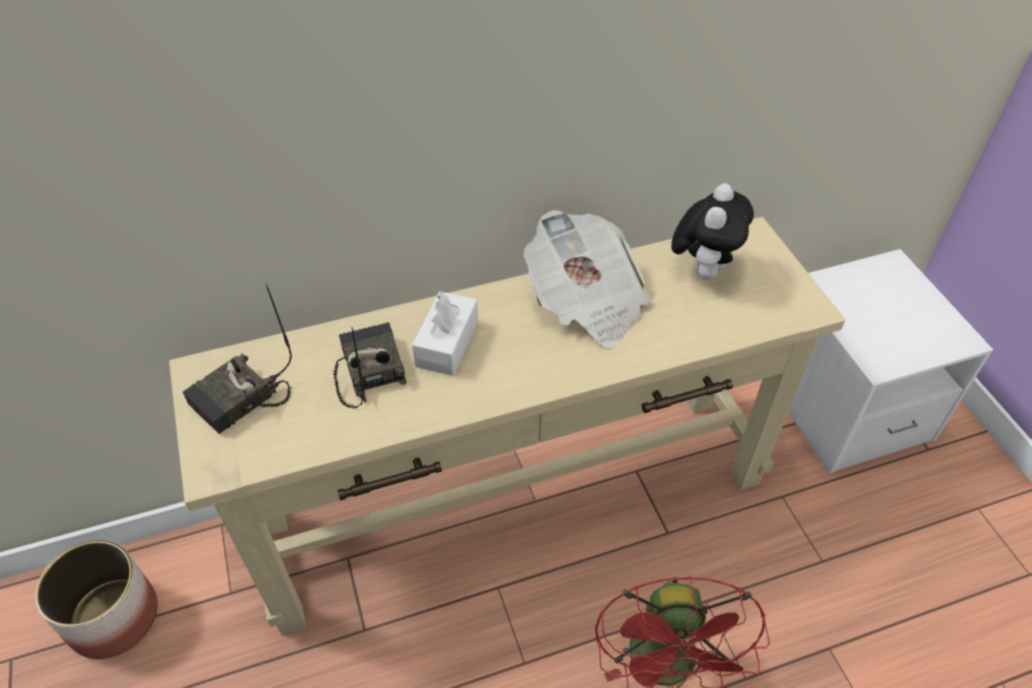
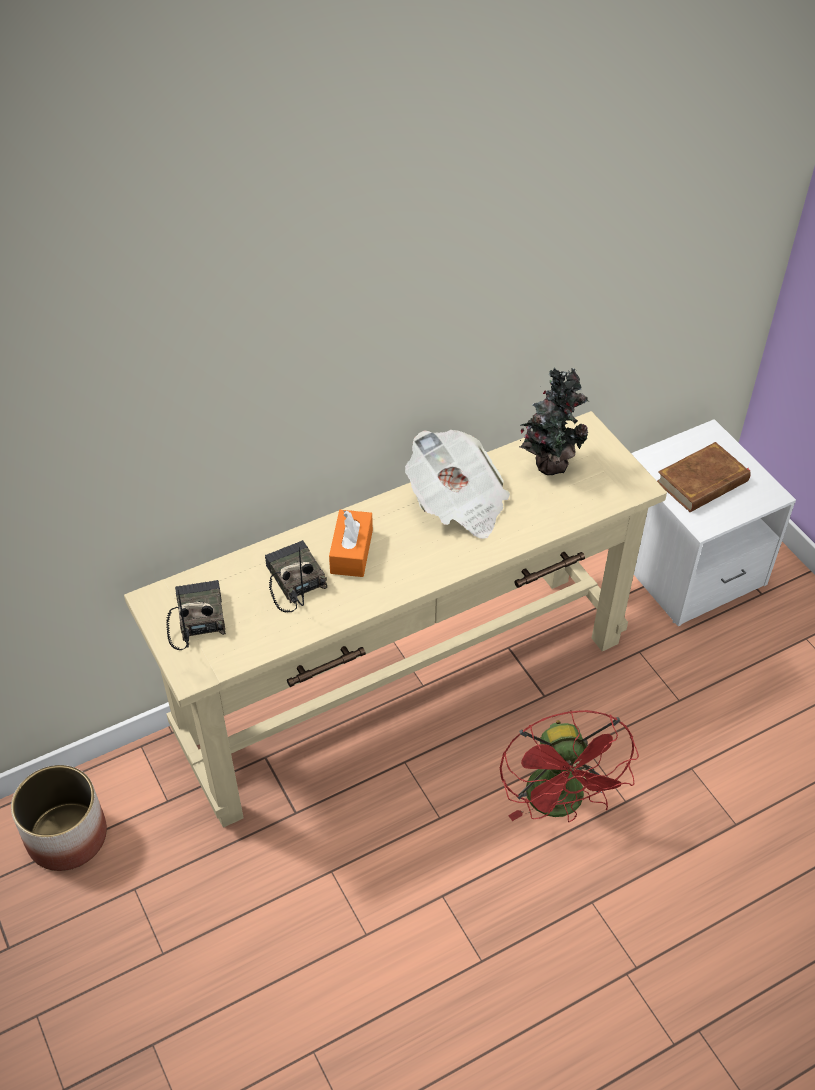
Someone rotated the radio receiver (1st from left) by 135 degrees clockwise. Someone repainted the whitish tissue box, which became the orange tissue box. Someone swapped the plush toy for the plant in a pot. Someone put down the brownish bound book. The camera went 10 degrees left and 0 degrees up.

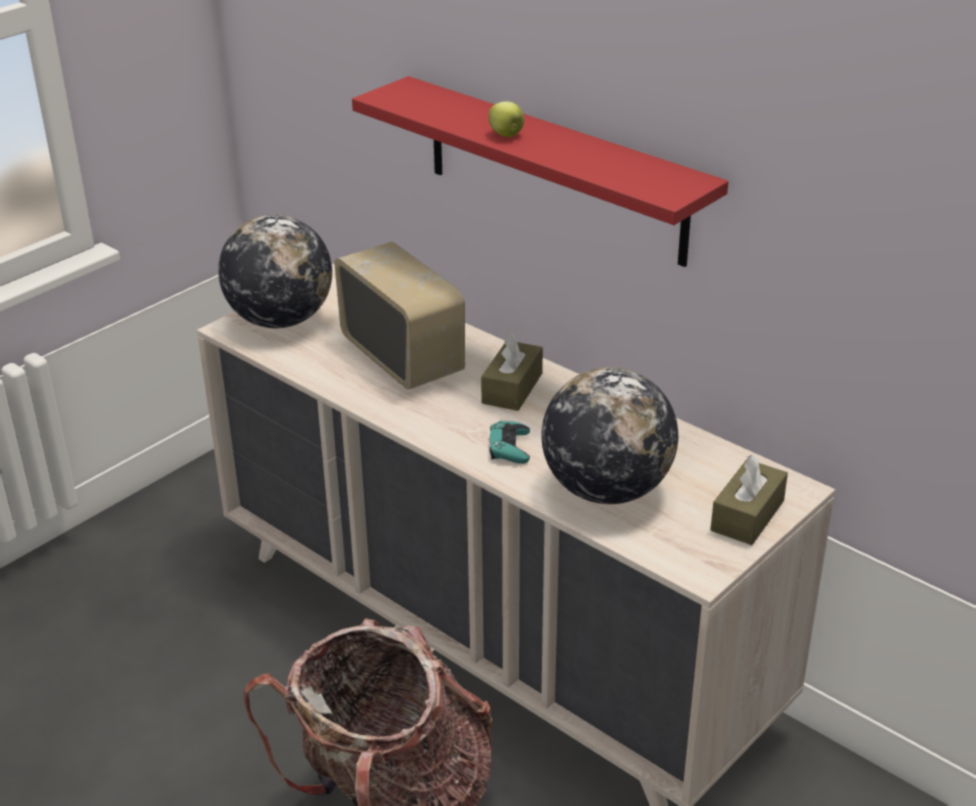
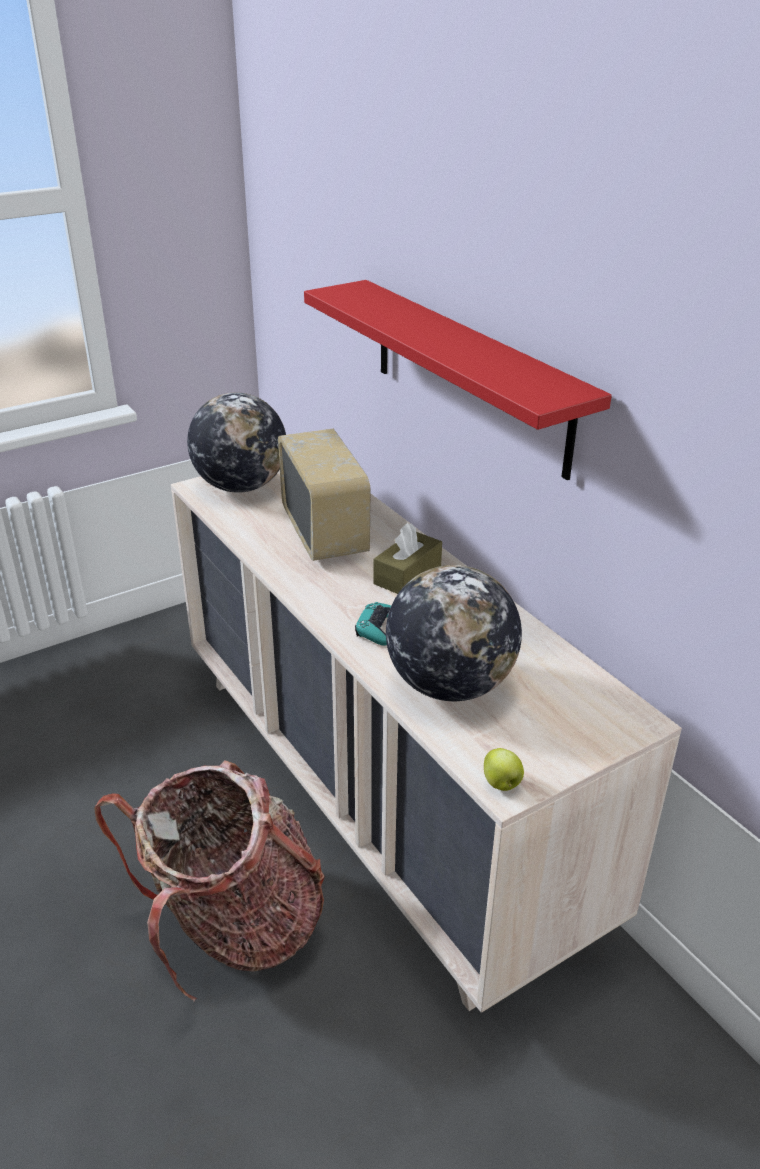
Someone carried the whole apple. Someone took away the brownish tissue box (2nd from left). The camera went 15 degrees right and 0 degrees up.

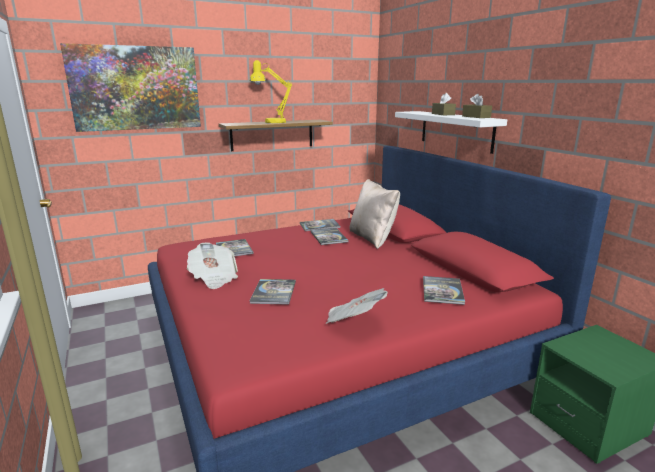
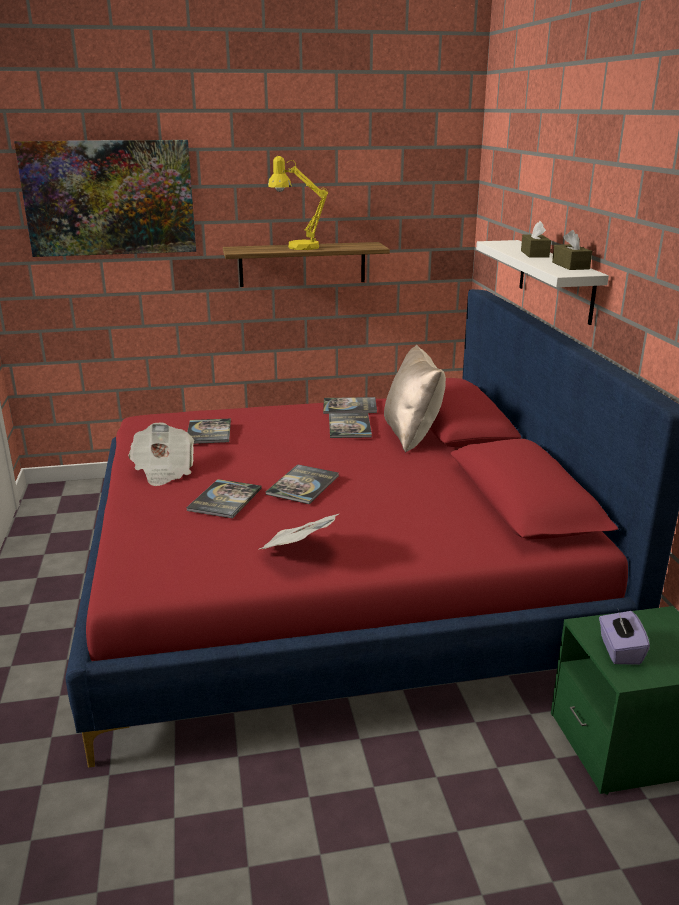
Someone carried the bound book (5th from left in the first image). Someone put down the purple-coloured tissue box. The camera went 15 degrees right and 5 degrees up.

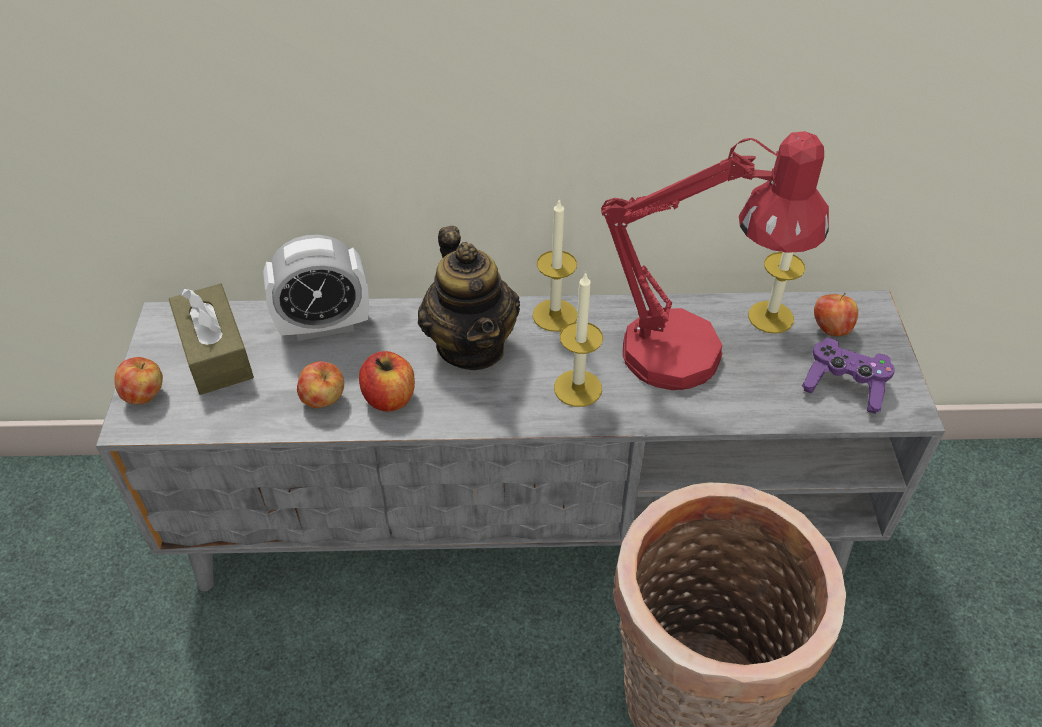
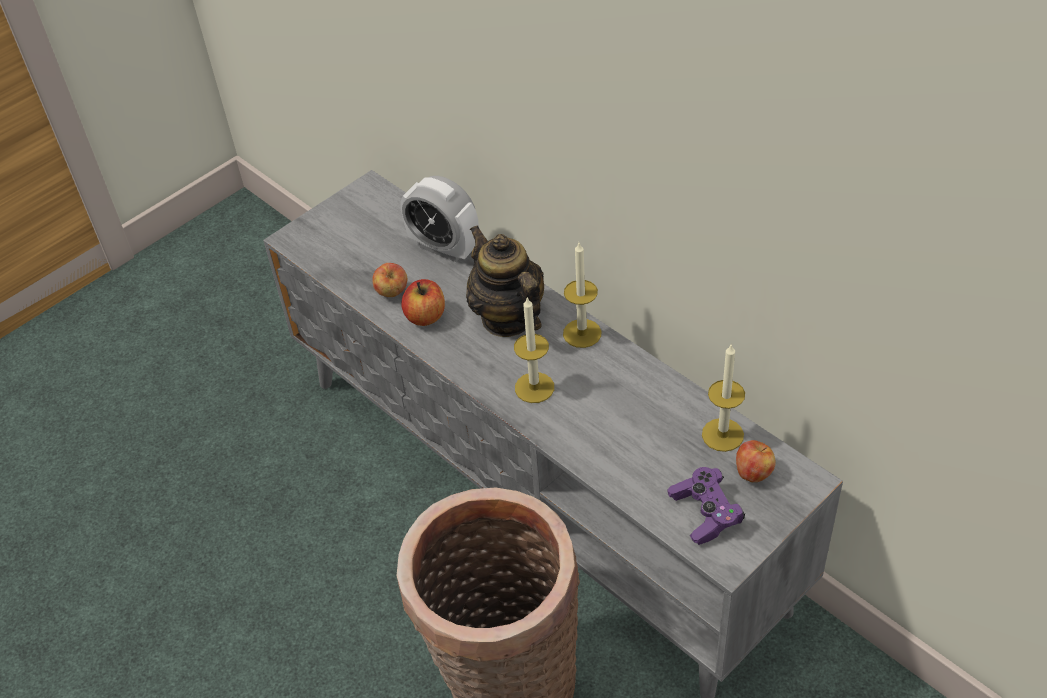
Someone rotated the teapot by 120 degrees clockwise. Someone took away the whole apple (1st from left). Someone took away the brownish tissue box. Someone took away the red-coloured table lamp. The camera went 50 degrees right and 0 degrees up.

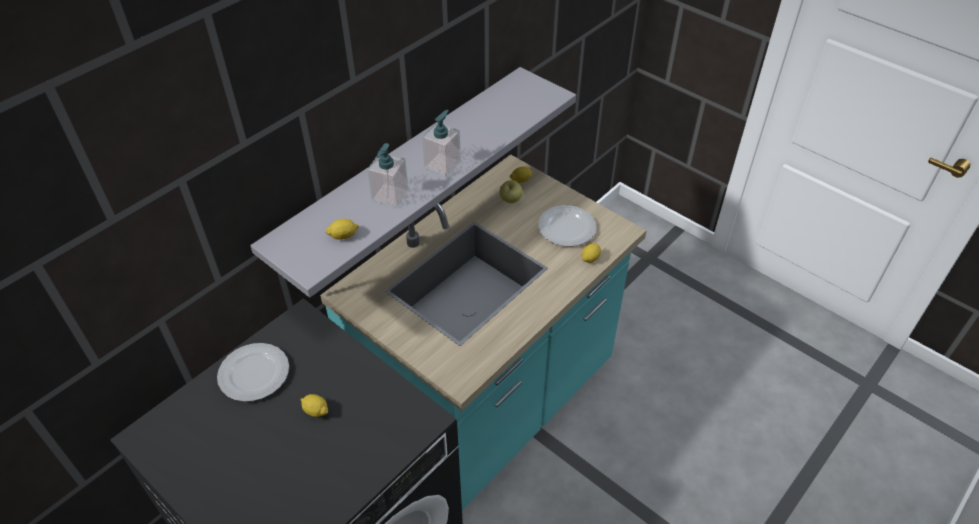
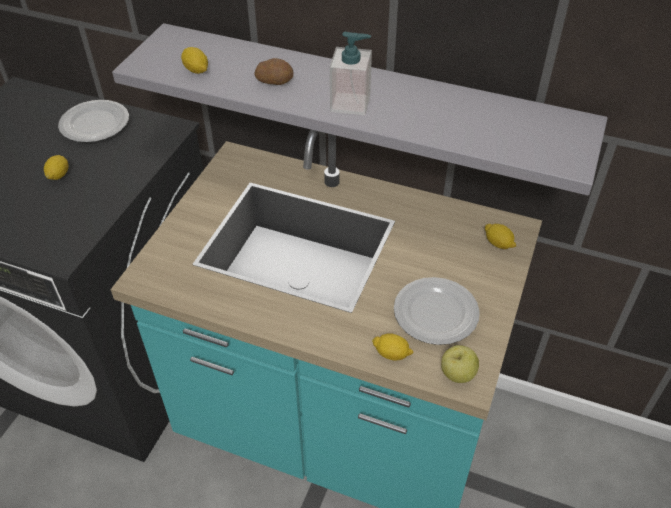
Someone swapped the soap dispenser (1st from left) for the spud. Someone carried the whole apple. The camera went 70 degrees right and 0 degrees up.

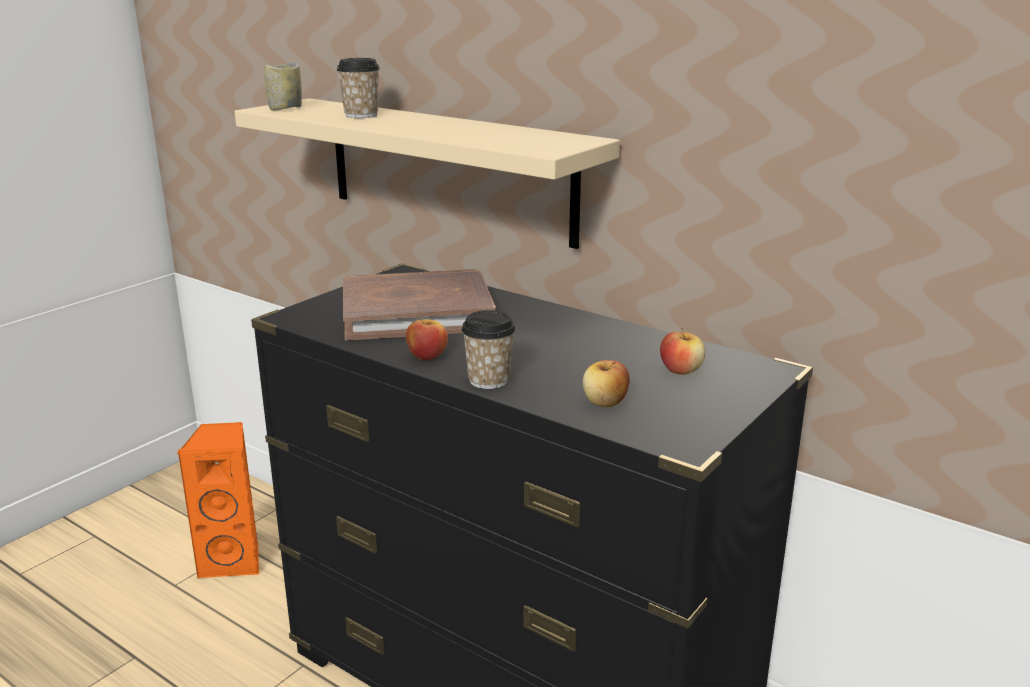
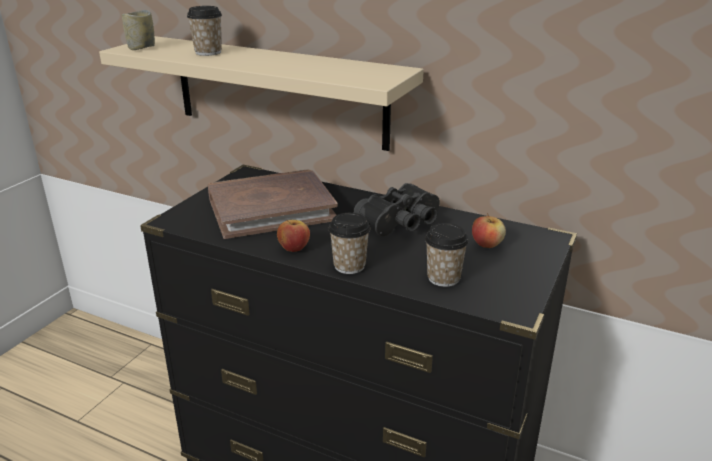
Someone put down the black pair of binoculars. Someone swapped the whole apple (2nd from left) for the small cup (4th from left). Someone took away the orange loudspeaker. The camera went 10 degrees left and 5 degrees up.

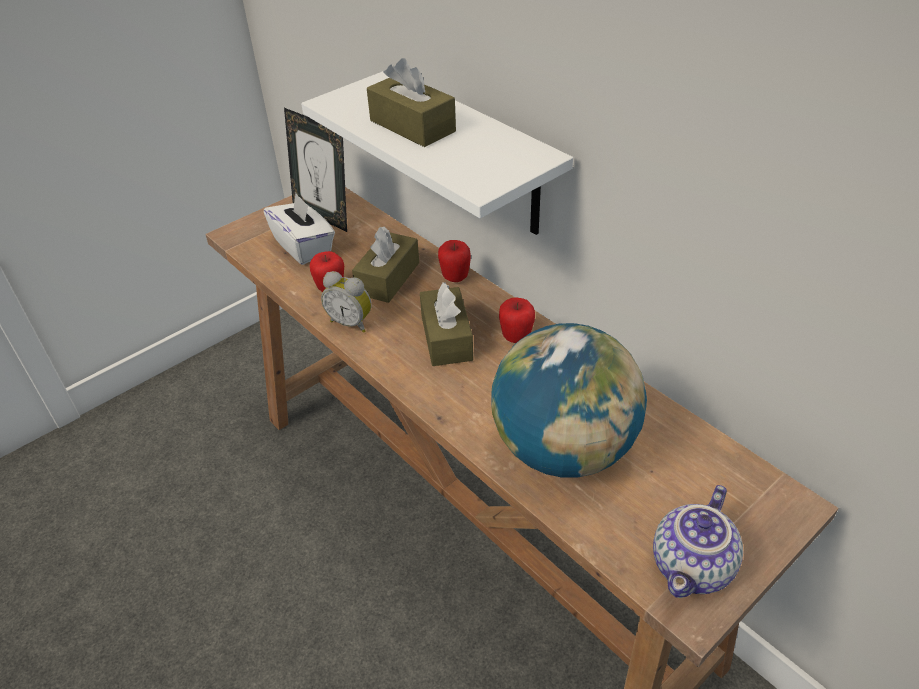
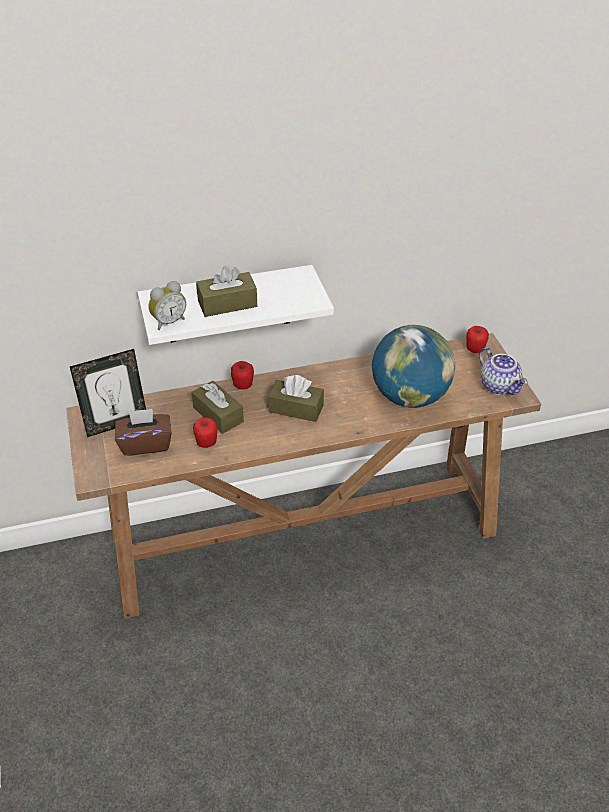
Someone repainted the whitish tissue box, which became the brownish tissue box (1st from left). Someone carried the alarm clock. Someone carried the whole apple (3rd from left). The camera went 65 degrees left and 0 degrees up.

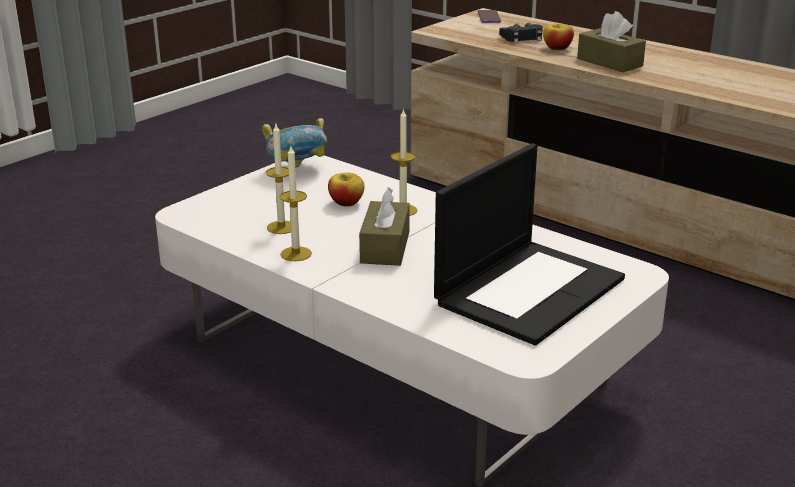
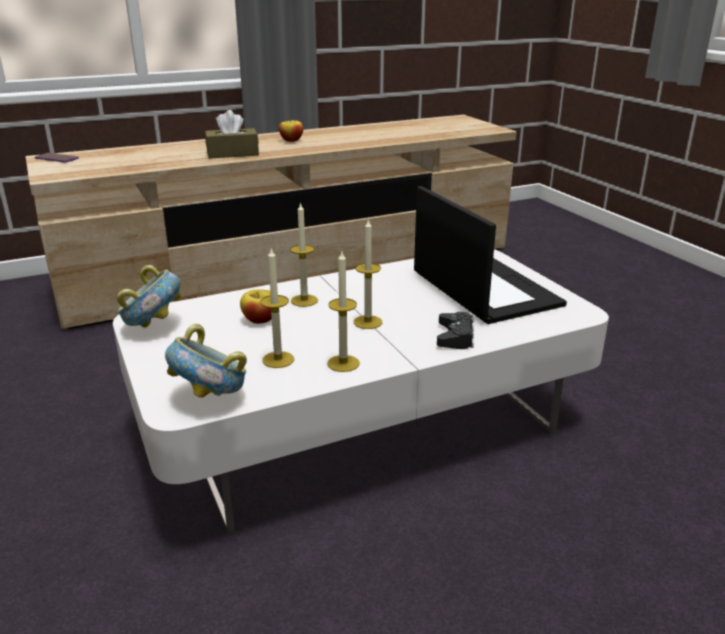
Someone put down the bowl (2nd from left). Someone carried the whole apple (2nd from left). Someone swapped the brownish tissue box (1st from left) for the wax candle (4th from left). Someone carried the black game controller. The camera went 65 degrees left and 0 degrees up.

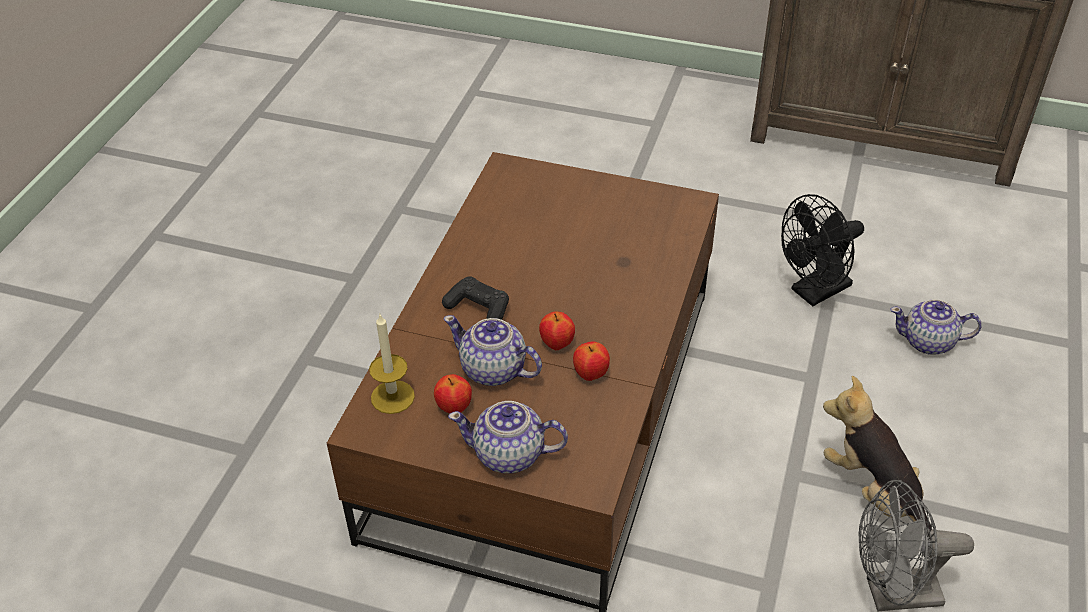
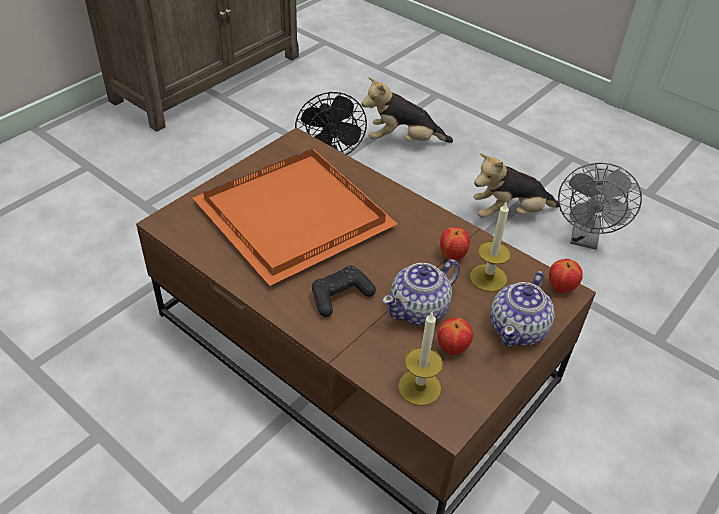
Someone put down the orange serving tray. Someone swapped the teapot (3rd from left) for the plush toy (1st from left). Someone put down the wax candle (2nd from left). Someone carried the whole apple (2nd from left in the first image). The camera went 70 degrees left and 0 degrees up.

